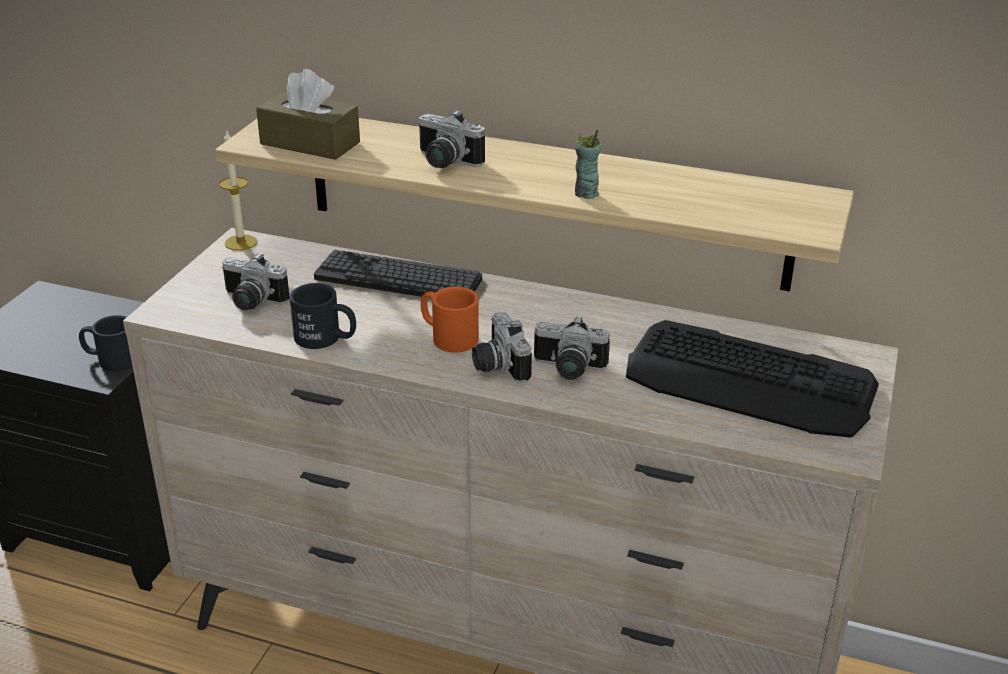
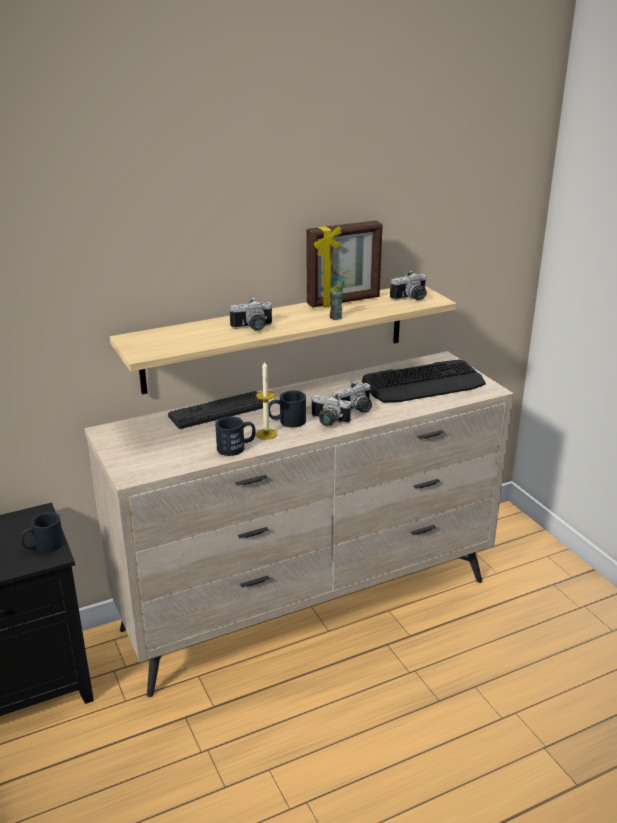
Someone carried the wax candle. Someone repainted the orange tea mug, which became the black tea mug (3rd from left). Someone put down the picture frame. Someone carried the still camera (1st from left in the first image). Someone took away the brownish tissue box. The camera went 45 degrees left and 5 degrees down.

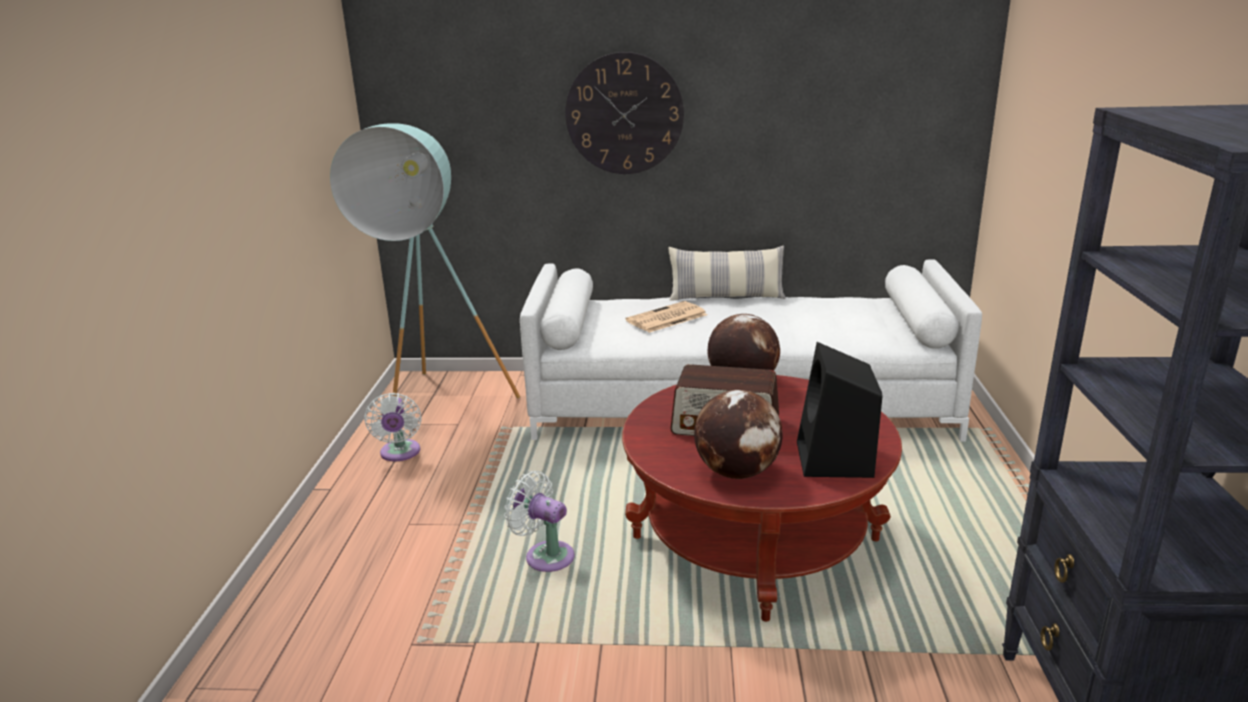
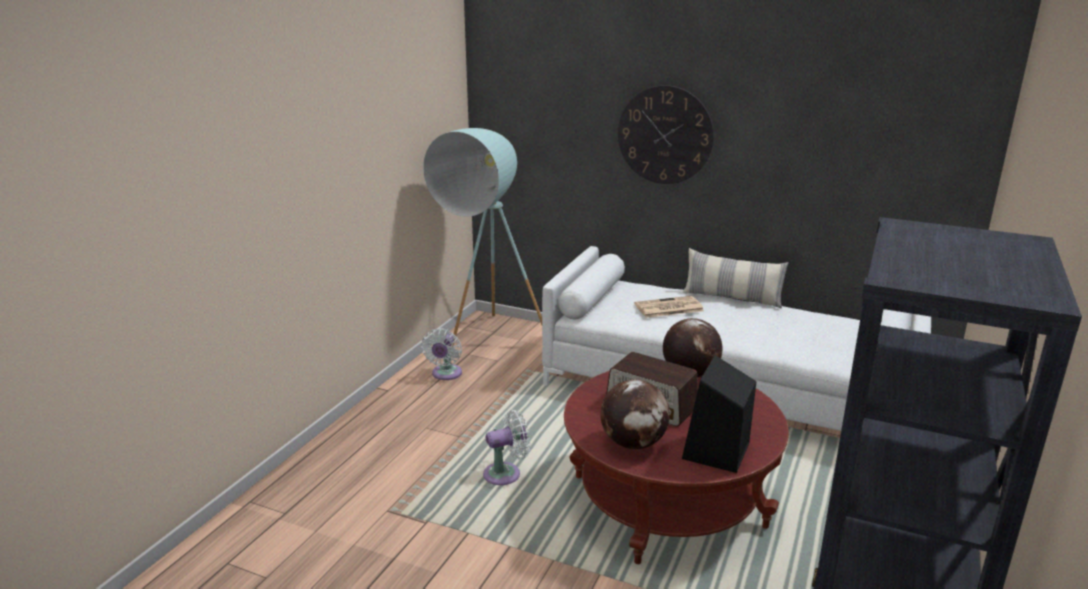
Someone rotated the whitish fan (2nd from left) by 105 degrees clockwise. The camera went 20 degrees right and 0 degrees up.

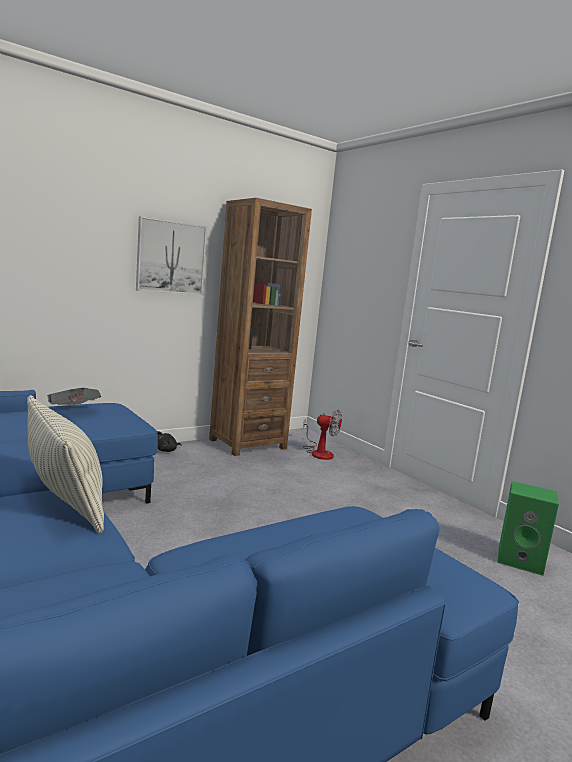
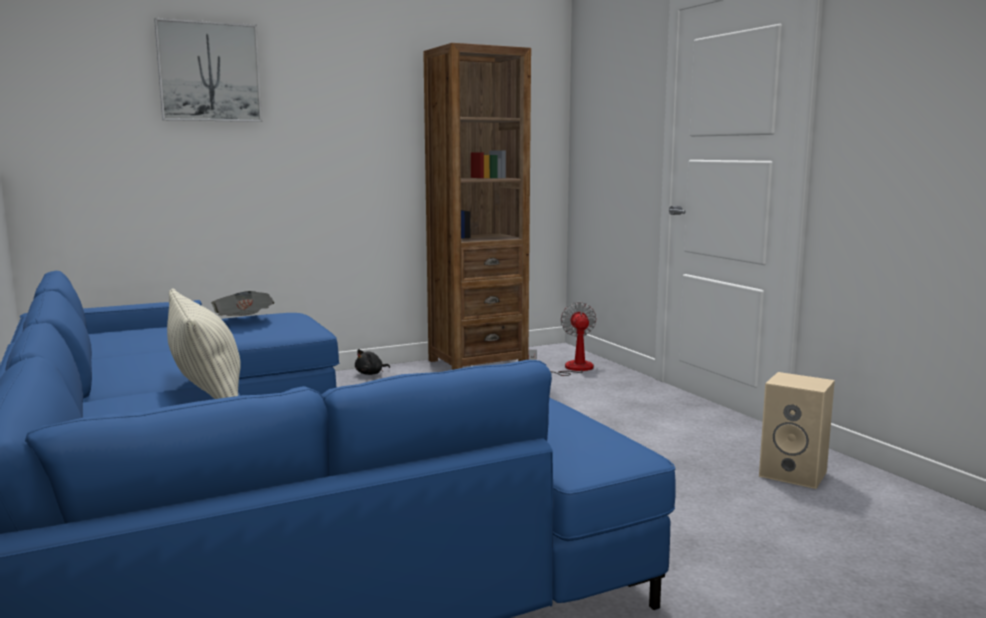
Someone carried the picture. Someone rotated the fan by 120 degrees counterclockwise. Someone repainted the green loudspeaker, which became the beige loudspeaker. The camera went 10 degrees right and 0 degrees up.

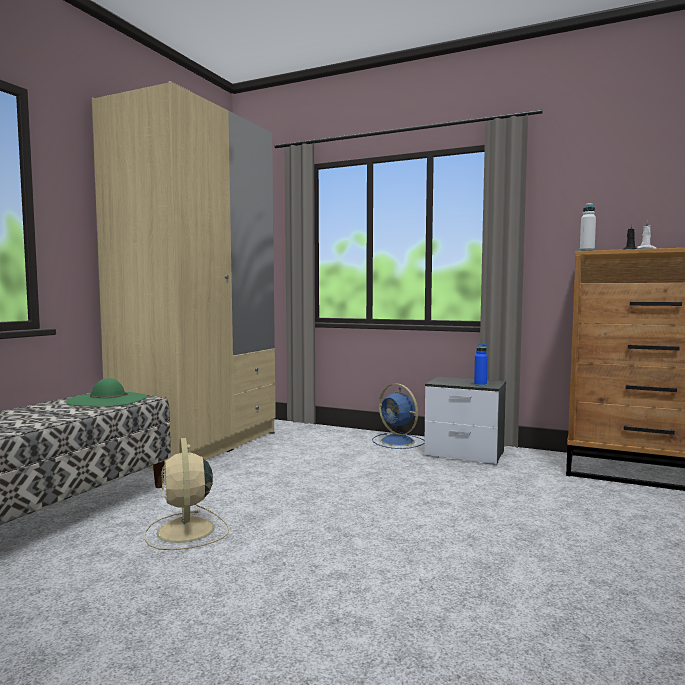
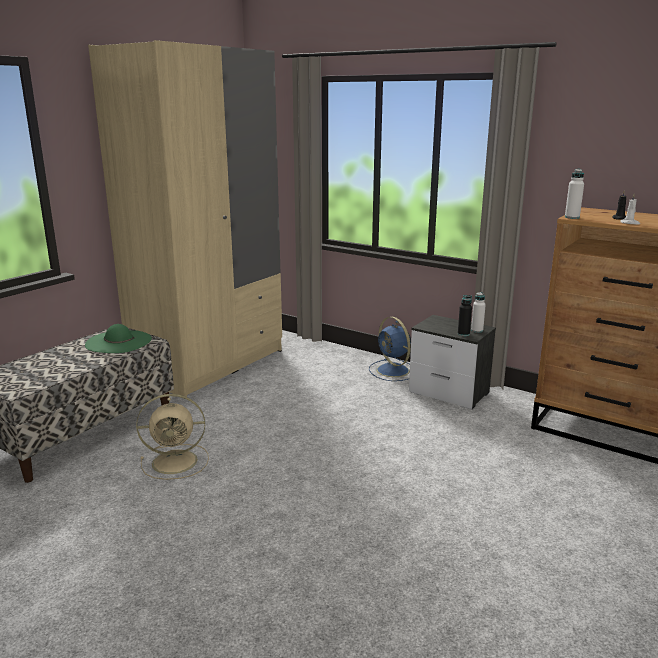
Someone rotated the beige fan by 90 degrees counterclockwise. Someone repainted the blue-coloured bottle, which became the black bottle. Someone put down the whitish bottle (1st from left). The camera went 10 degrees right and 15 degrees up.

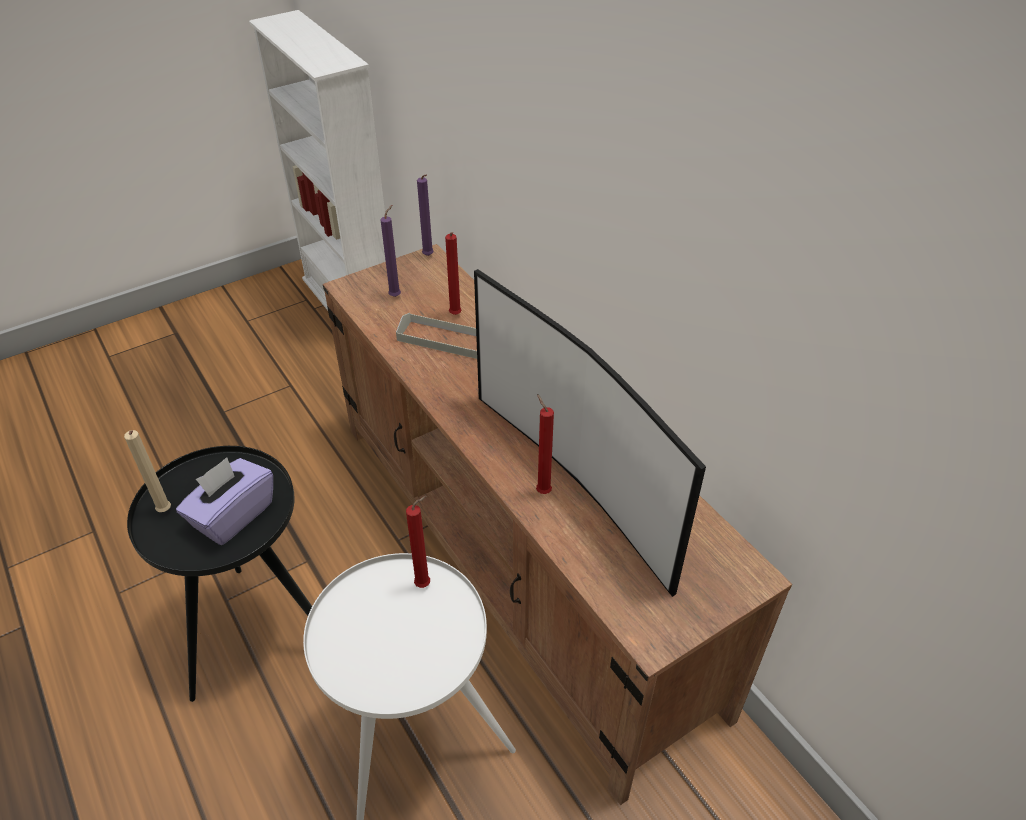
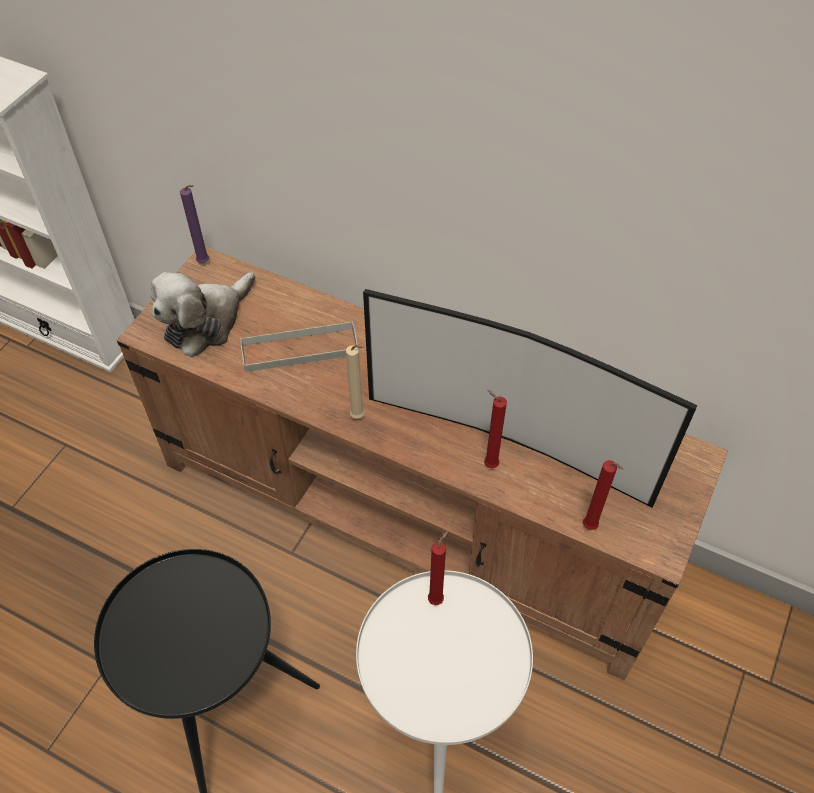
Someone swapped the purple-coloured wax candle (1st from left) for the plush toy. Someone carried the beige wax candle. Someone carried the red-coloured wax candle (2nd from left in the first image). Someone took away the purple-coloured tissue box. The camera went 30 degrees left and 10 degrees up.

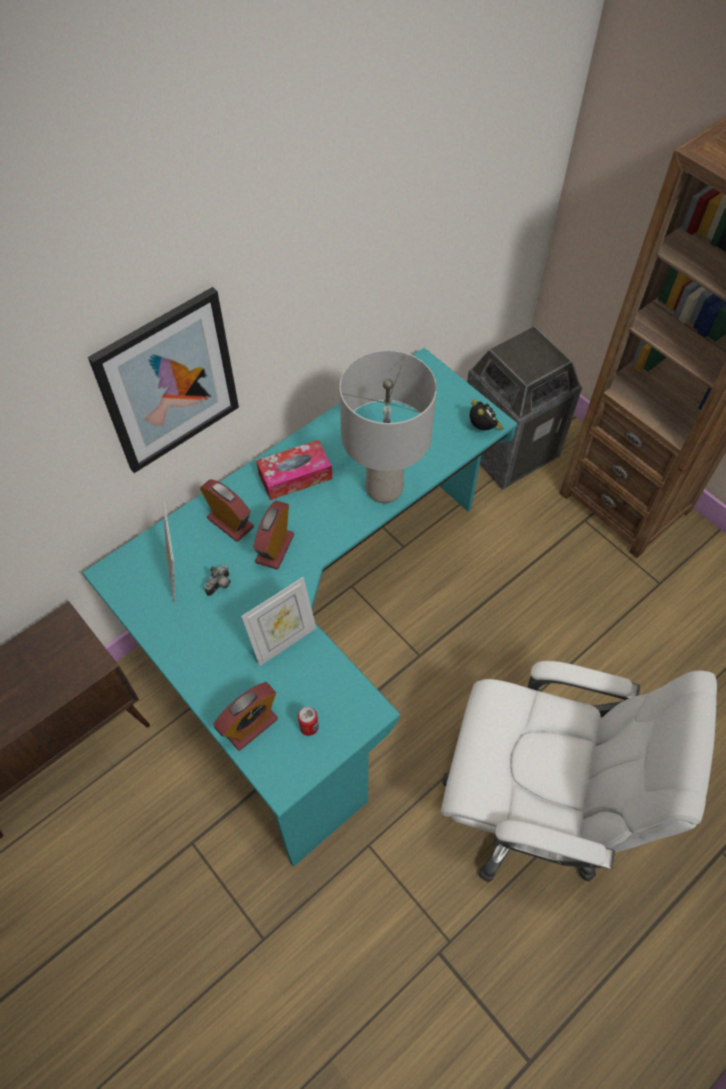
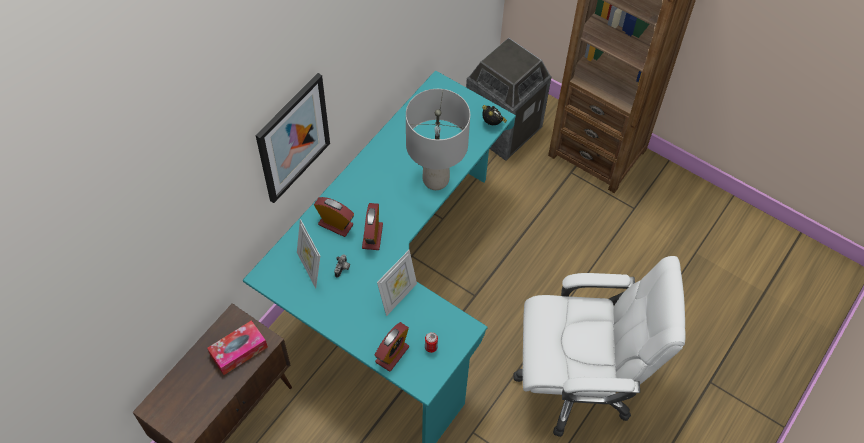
Someone carried the tissue box. The camera went 15 degrees left and 0 degrees up.

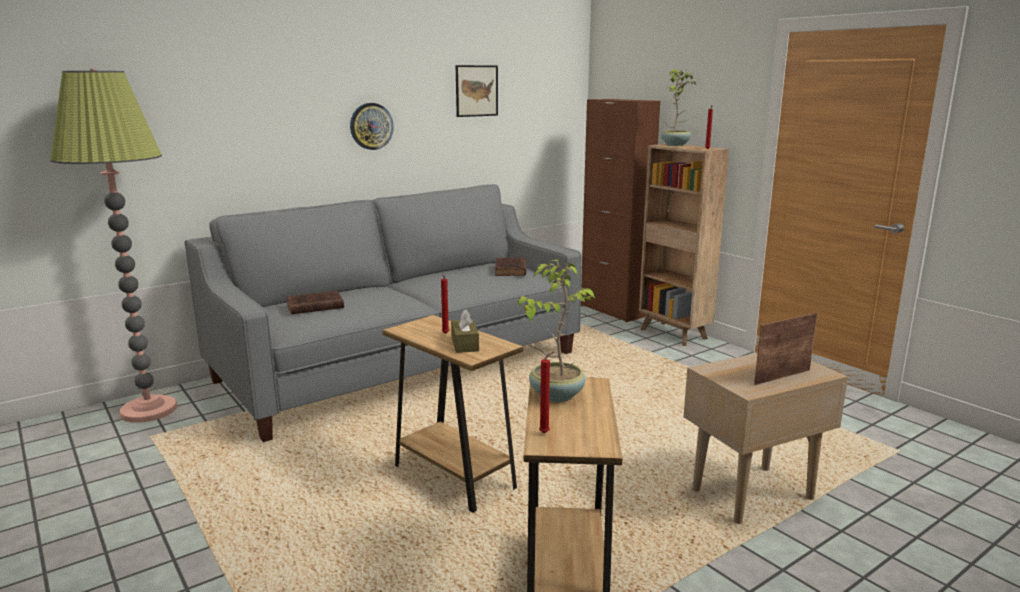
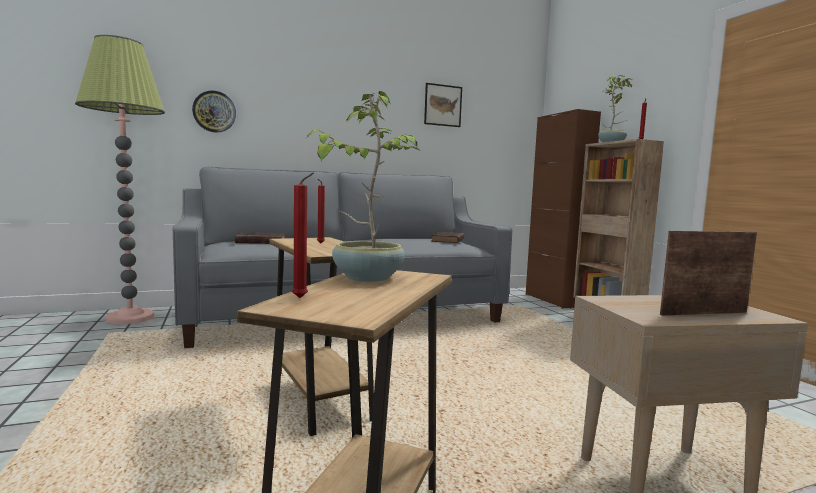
Someone carried the wall clock. Someone took away the brownish tissue box. The camera went 15 degrees right and 10 degrees down.

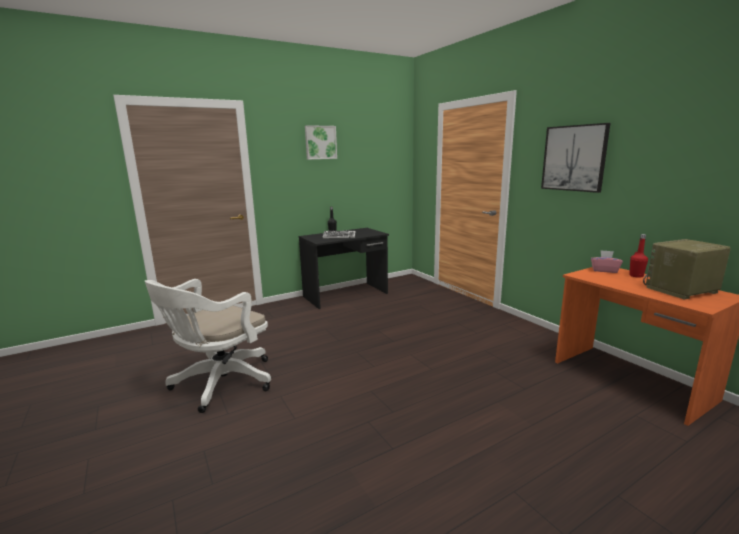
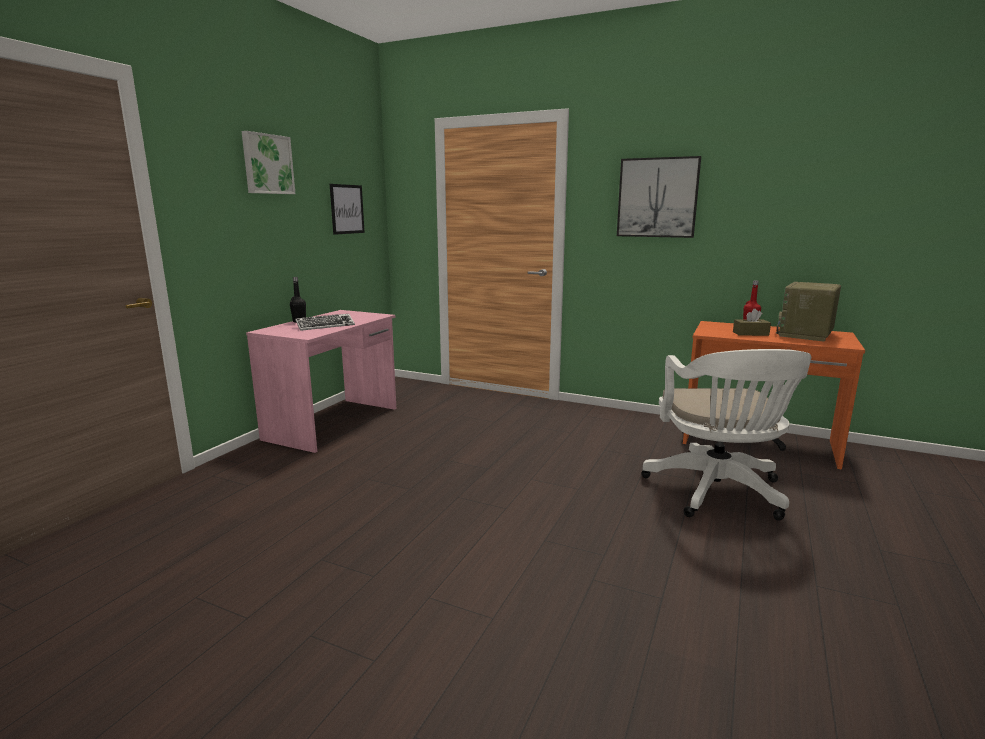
Someone repainted the black desk unit, which became the pinkish desk unit. Someone put up the picture (2nd from left). Someone carried the whitish desk chair. Someone put down the brownish tissue box. Someone took away the pinkish tissue box. The camera went 35 degrees left and 0 degrees up.

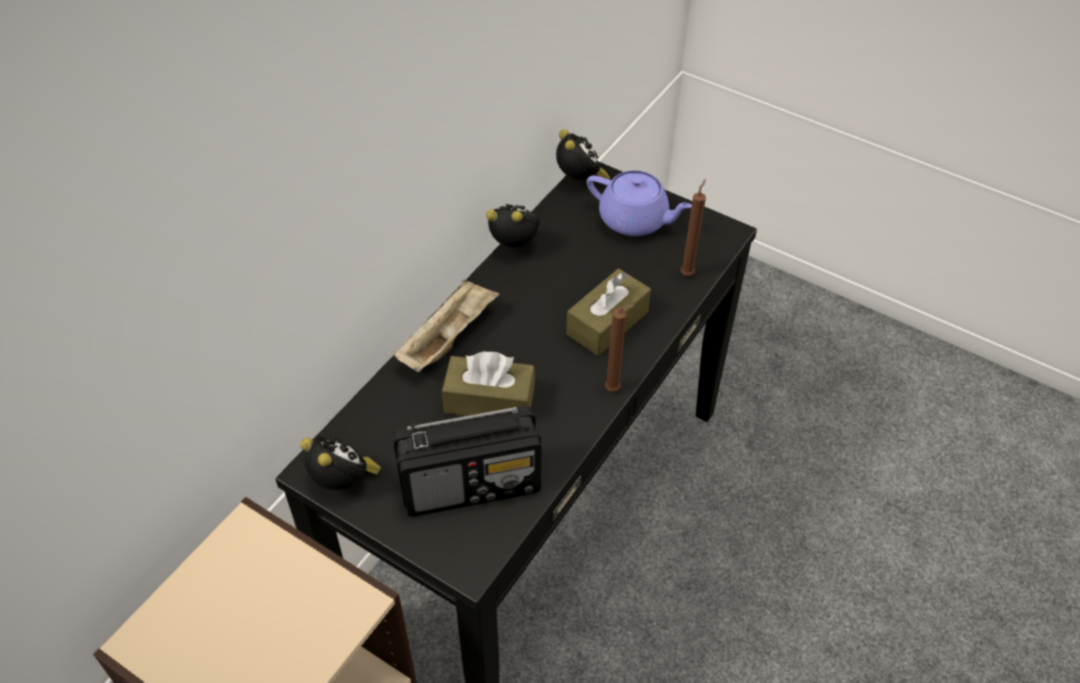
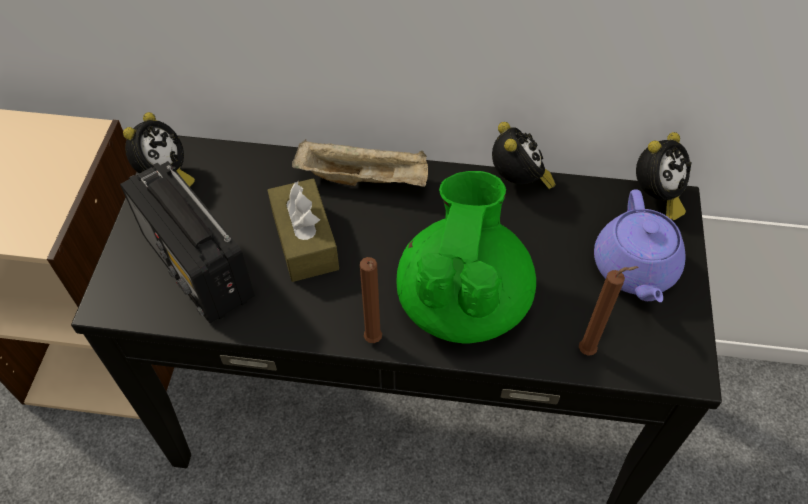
Someone swapped the brownish tissue box (2nd from left) for the green teapot. The camera went 65 degrees right and 5 degrees up.

